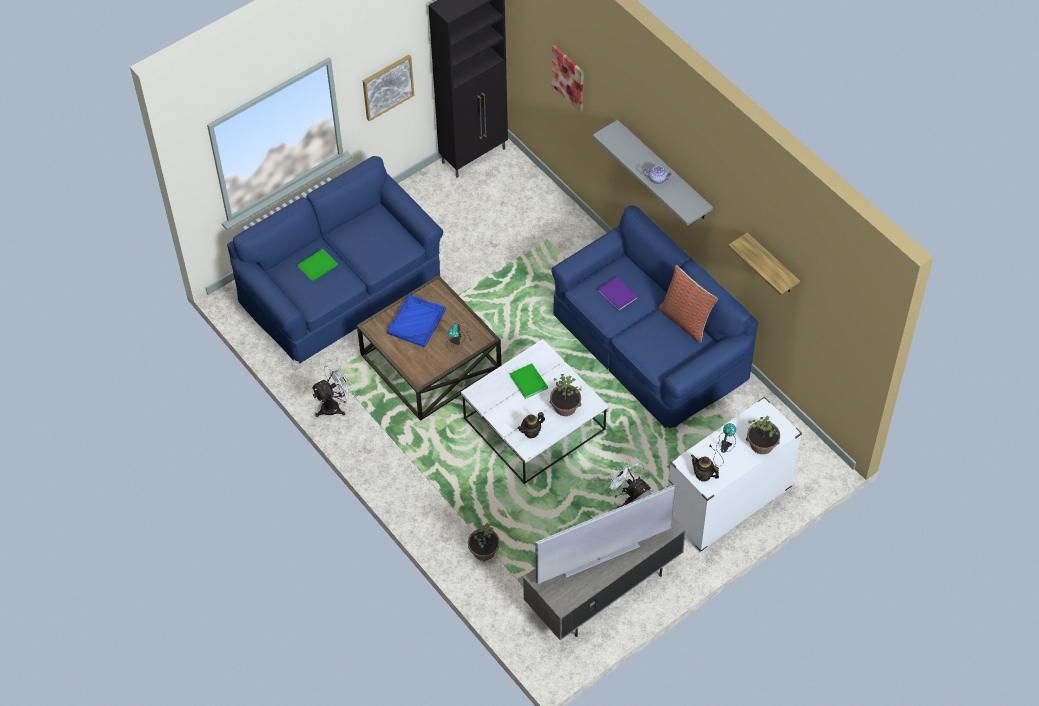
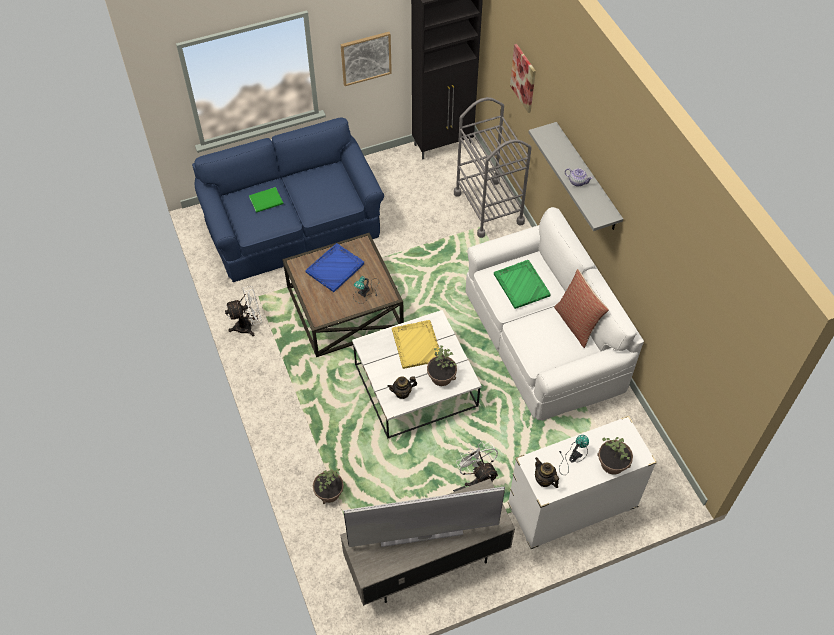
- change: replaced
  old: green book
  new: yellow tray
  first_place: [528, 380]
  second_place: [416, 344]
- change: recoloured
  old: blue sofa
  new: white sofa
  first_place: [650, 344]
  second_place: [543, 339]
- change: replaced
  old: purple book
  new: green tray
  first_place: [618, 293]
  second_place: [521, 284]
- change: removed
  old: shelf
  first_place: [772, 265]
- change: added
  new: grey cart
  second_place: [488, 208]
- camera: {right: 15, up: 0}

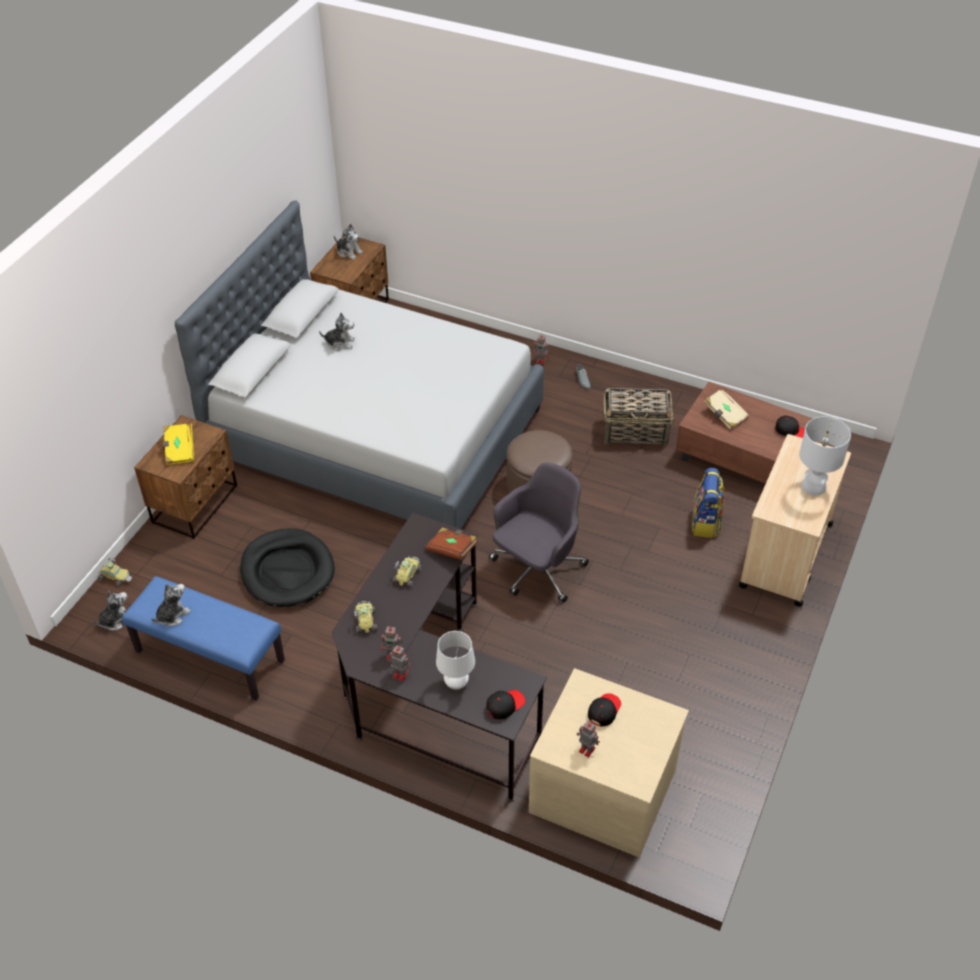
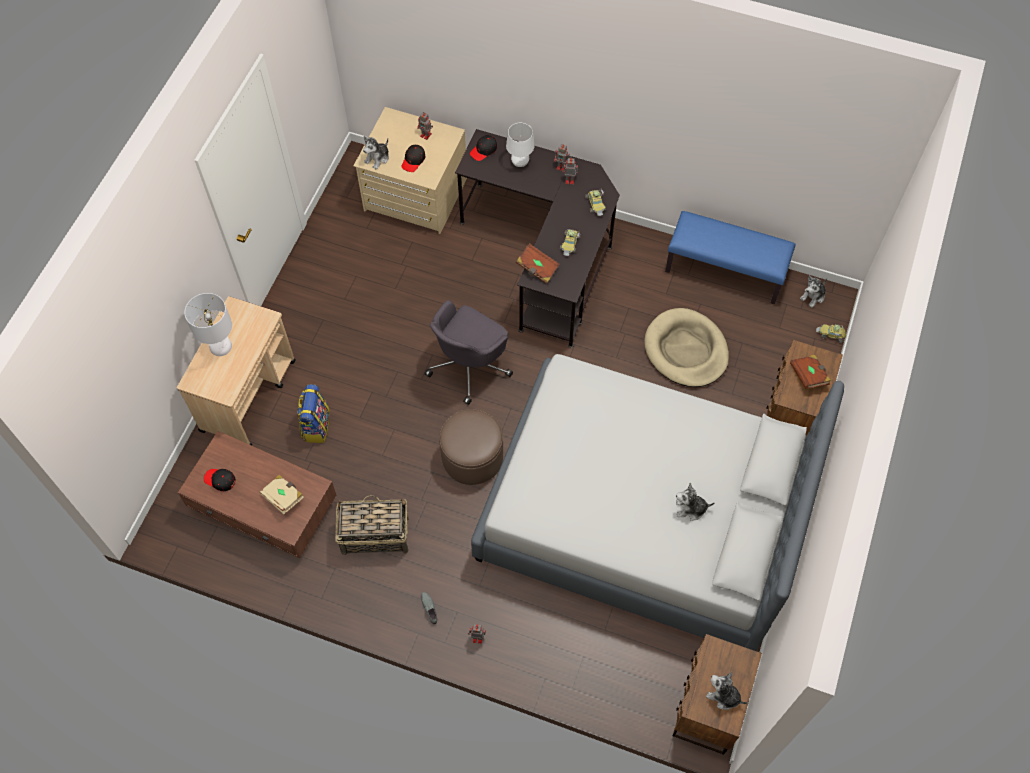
- change: moved
  old: plush toy
  first_place: [172, 615]
  second_place: [378, 158]
- change: recoloured
  old: yellow book
  new: brown book
  first_place: [179, 450]
  second_place: [809, 376]
- change: recoloured
  old: black dog bed
  new: beige dog bed
  first_place: [287, 571]
  second_place: [686, 350]
- camera: {right: 175, up: 15}

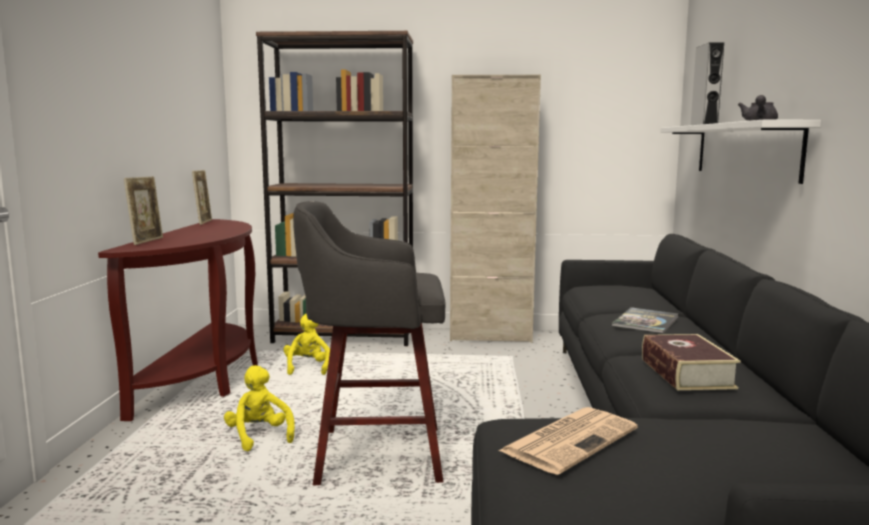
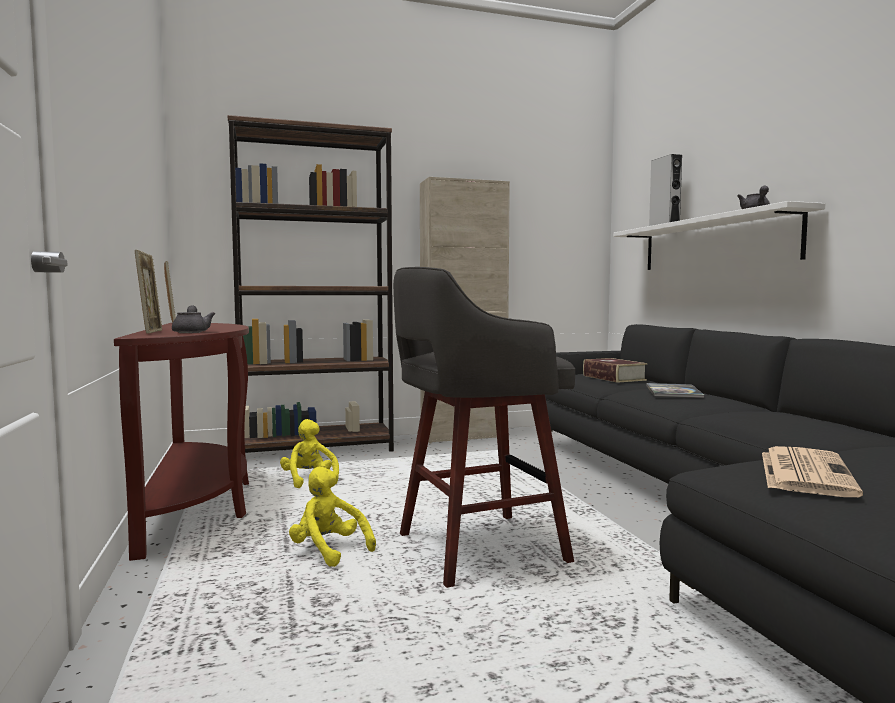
- change: moved
  old: book
  first_place: [686, 373]
  second_place: [613, 378]
- change: added
  new: grey teapot
  second_place: [191, 332]
- camera: {right: -20, up: -5}

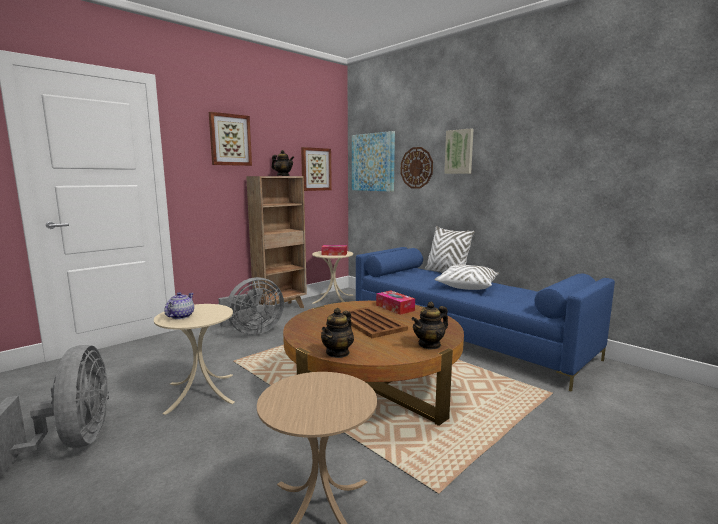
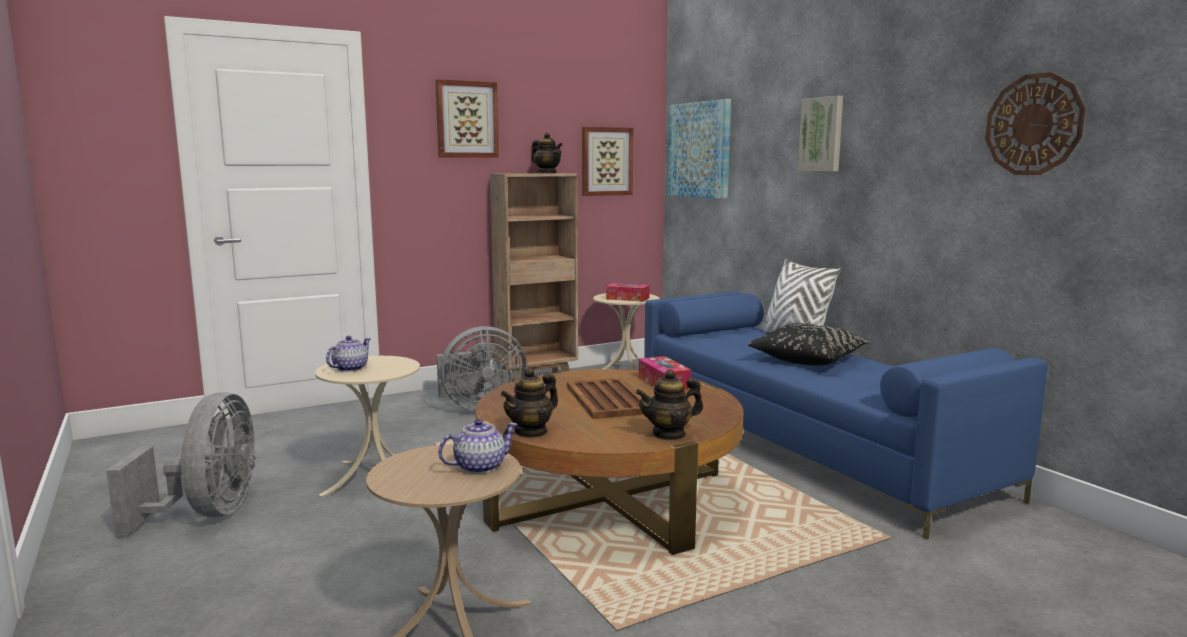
- change: moved
  old: wall clock
  first_place: [416, 168]
  second_place: [1034, 124]
- change: recoloured
  old: white pillow
  new: black pillow
  first_place: [467, 286]
  second_place: [808, 359]
- change: added
  new: teapot
  second_place: [479, 467]
- camera: {right: 15, up: 0}

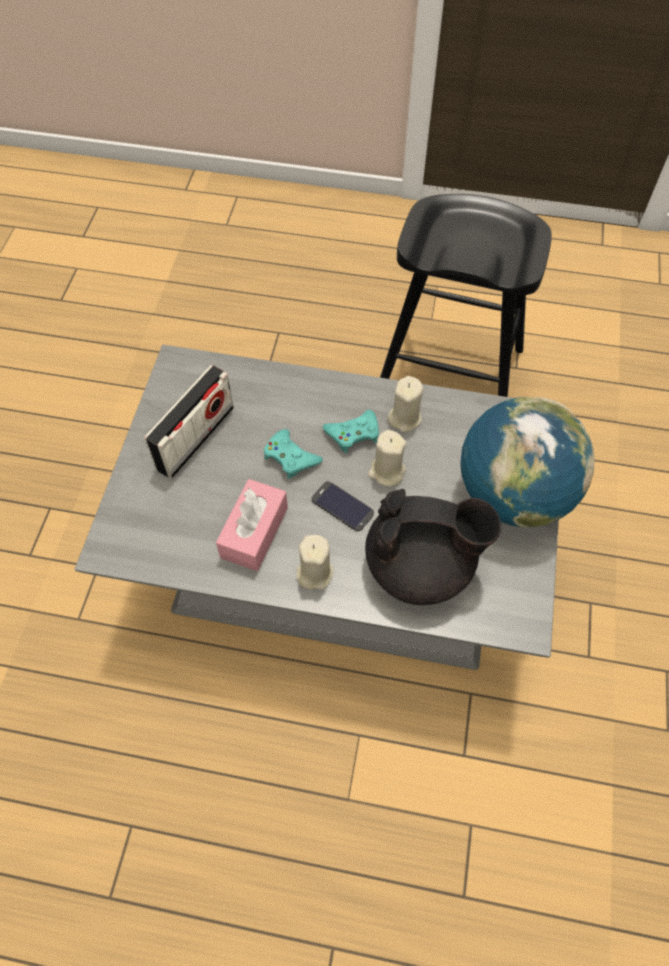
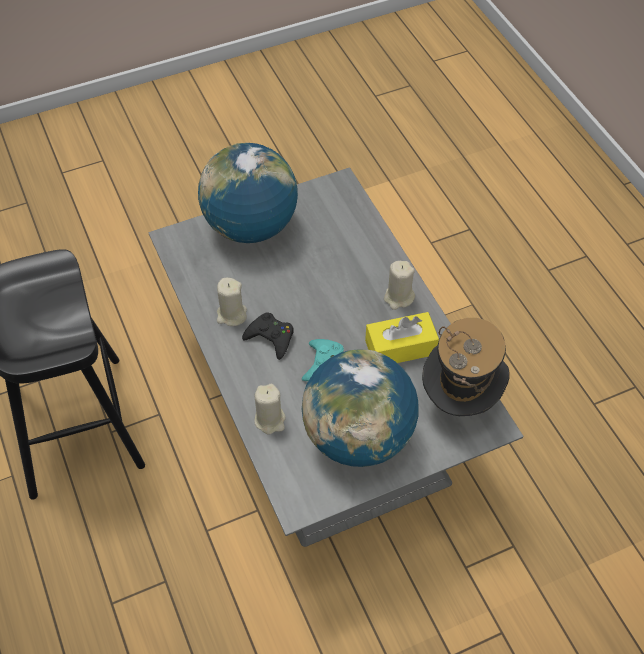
- change: replaced
  old: radio
  new: globe
  first_place: [195, 438]
  second_place: [358, 437]
- change: recoloured
  old: pink tissue box
  new: yellow tissue box
  first_place: [254, 532]
  second_place: [400, 347]
- change: removed
  old: phone
  first_place: [342, 506]
- change: recoloured
  old: turquoise game controller
  new: black game controller
  first_place: [353, 433]
  second_place: [271, 338]
- change: removed
  old: black teapot
  first_place: [421, 565]
- change: moved
  old: beige candle
  first_place: [386, 472]
  second_place: [270, 420]
- change: added
  new: hat
  second_place: [460, 401]
- camera: {right: -125, up: -5}

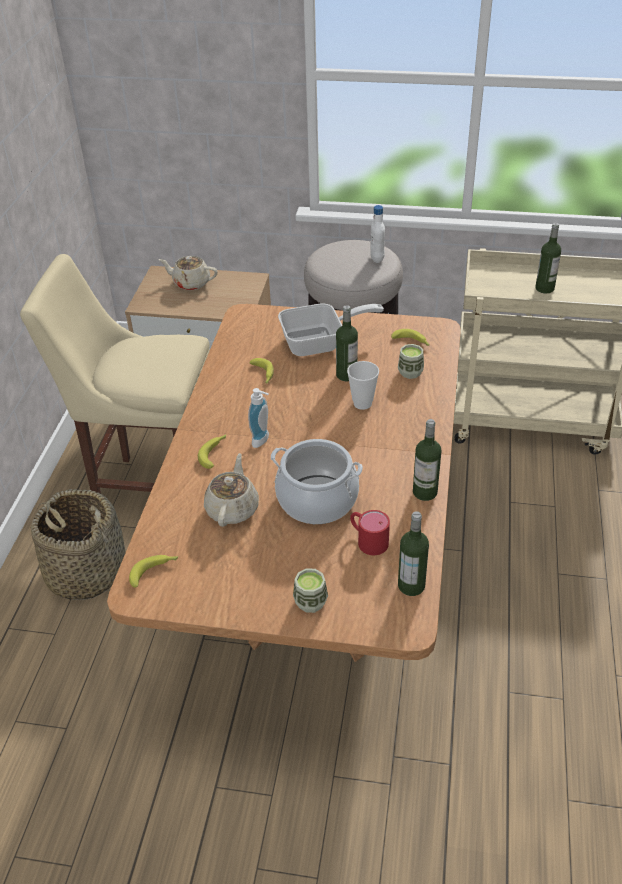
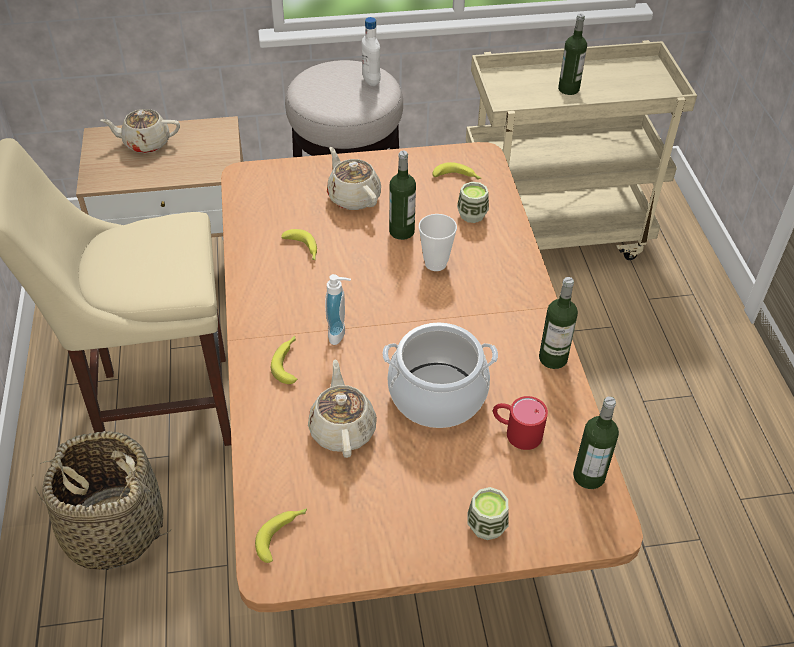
- change: replaced
  old: frying pan
  new: beige teapot
  first_place: [320, 343]
  second_place: [353, 197]
- camera: {right: -20, up: 5}

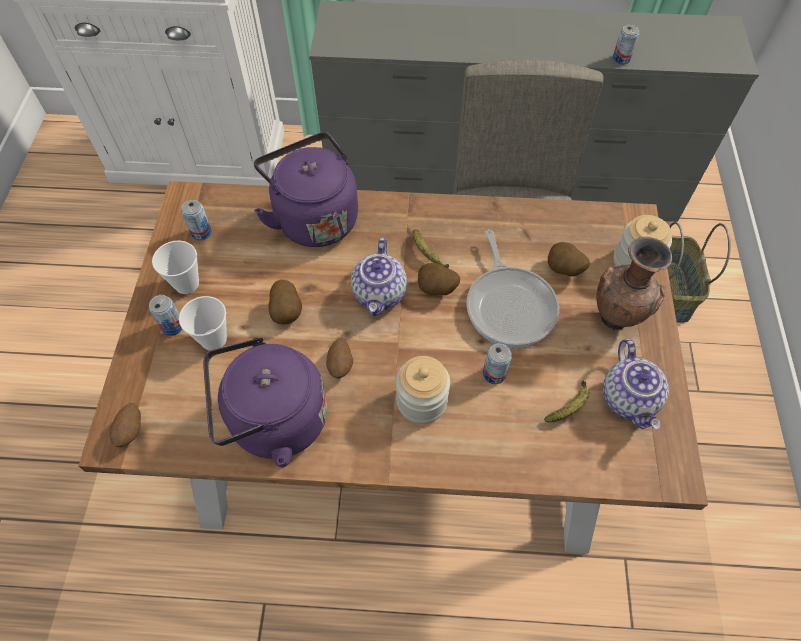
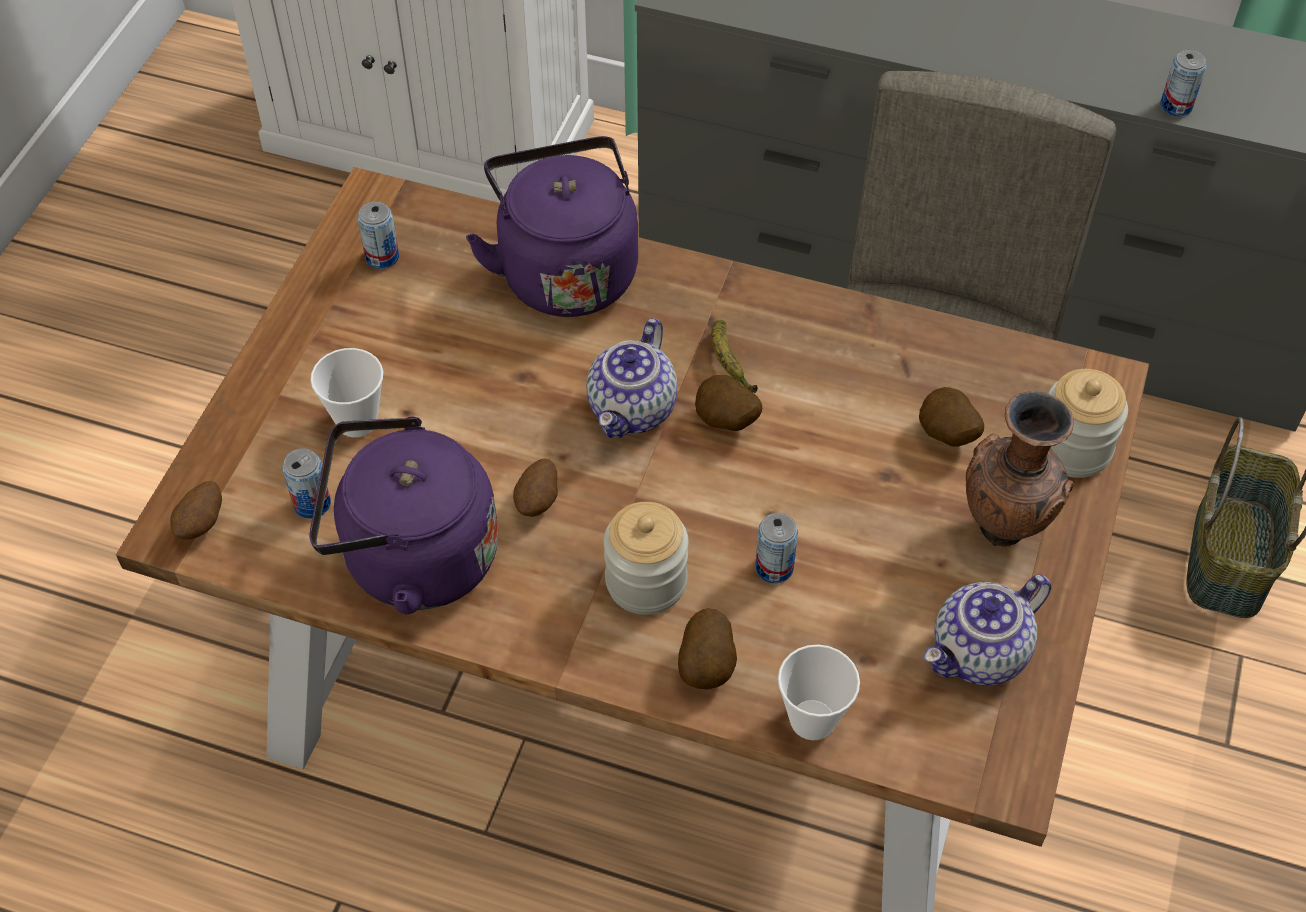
- change: moved
  old: can
  first_place: [172, 326]
  second_place: [312, 504]
- change: moved
  old: cup
  first_place: [186, 284]
  second_place: [812, 720]
- change: moved
  old: potato
  first_place: [287, 312]
  second_place: [707, 667]
- change: removed
  old: frying pan
  first_place: [509, 305]
- change: removed
  old: banana
  first_place: [569, 406]
- change: turned
  old: teapot
  first_place: [629, 399]
  second_place: [979, 654]
  degrees: 45
- camera: {right: 15, up: -5}

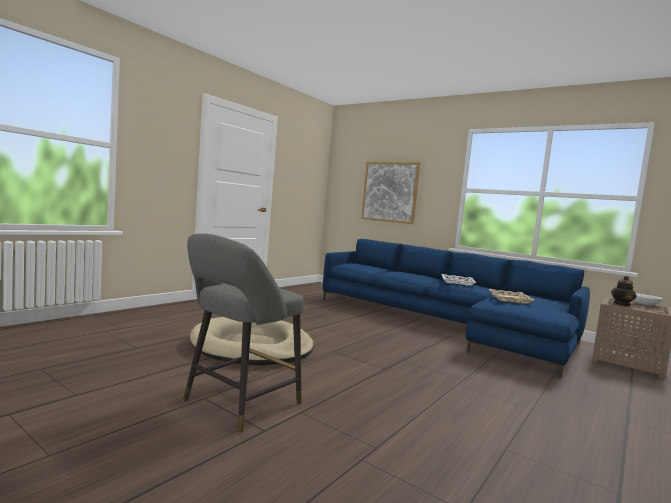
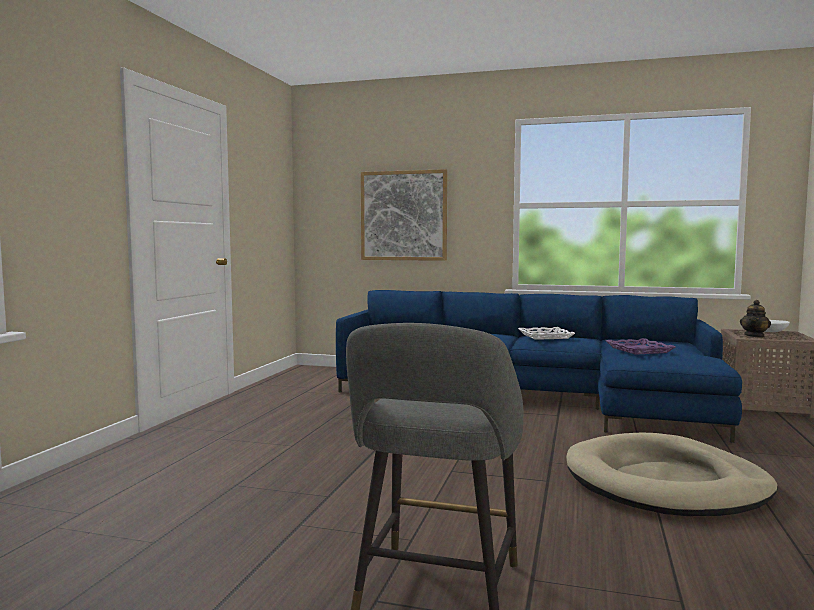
- change: moved
  old: beige dog bed
  first_place: [252, 347]
  second_place: [665, 483]
- change: recoloured
  old: beige tray
  new: purple tray
  first_place: [510, 299]
  second_place: [639, 350]
- camera: {right: -20, up: 0}

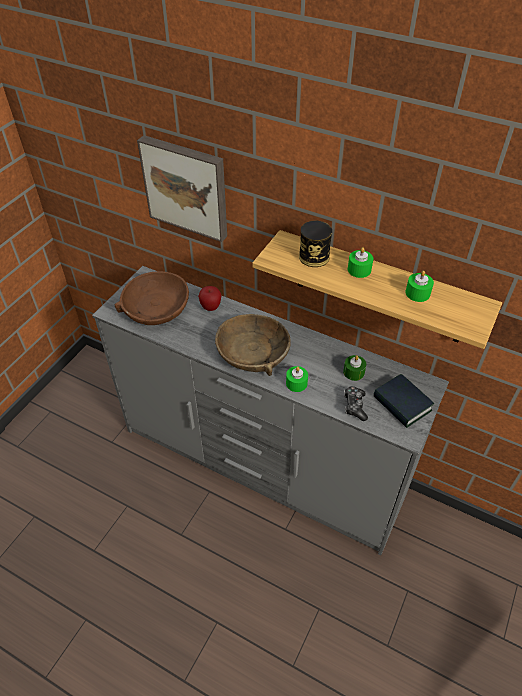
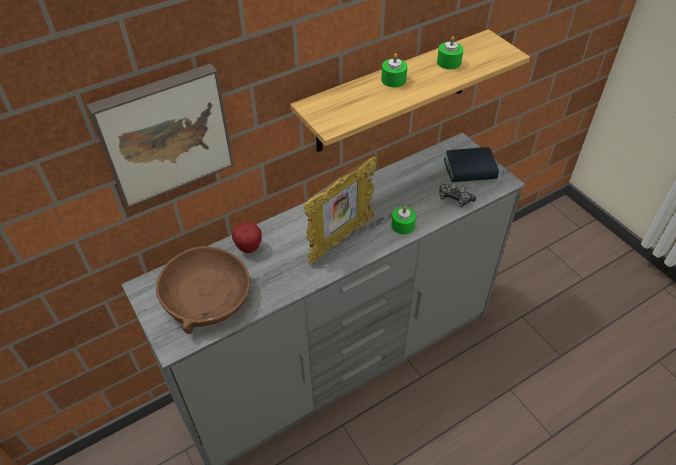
- change: replaced
  old: brown bowl
  new: picture frame
  first_place: [253, 352]
  second_place: [340, 240]
- change: removed
  old: can
  first_place: [314, 257]
- change: removed
  old: green candle
  first_place: [353, 372]
- camera: {right: -60, up: 0}

